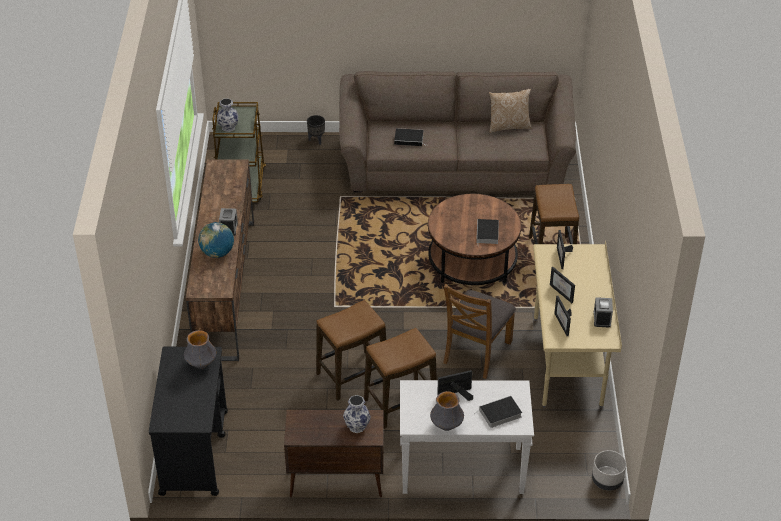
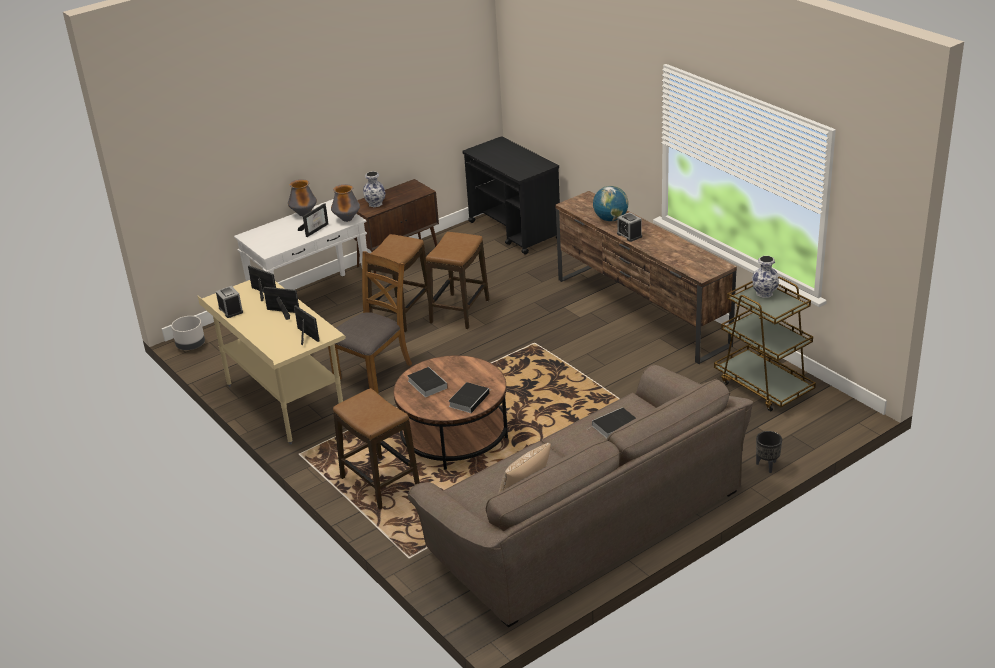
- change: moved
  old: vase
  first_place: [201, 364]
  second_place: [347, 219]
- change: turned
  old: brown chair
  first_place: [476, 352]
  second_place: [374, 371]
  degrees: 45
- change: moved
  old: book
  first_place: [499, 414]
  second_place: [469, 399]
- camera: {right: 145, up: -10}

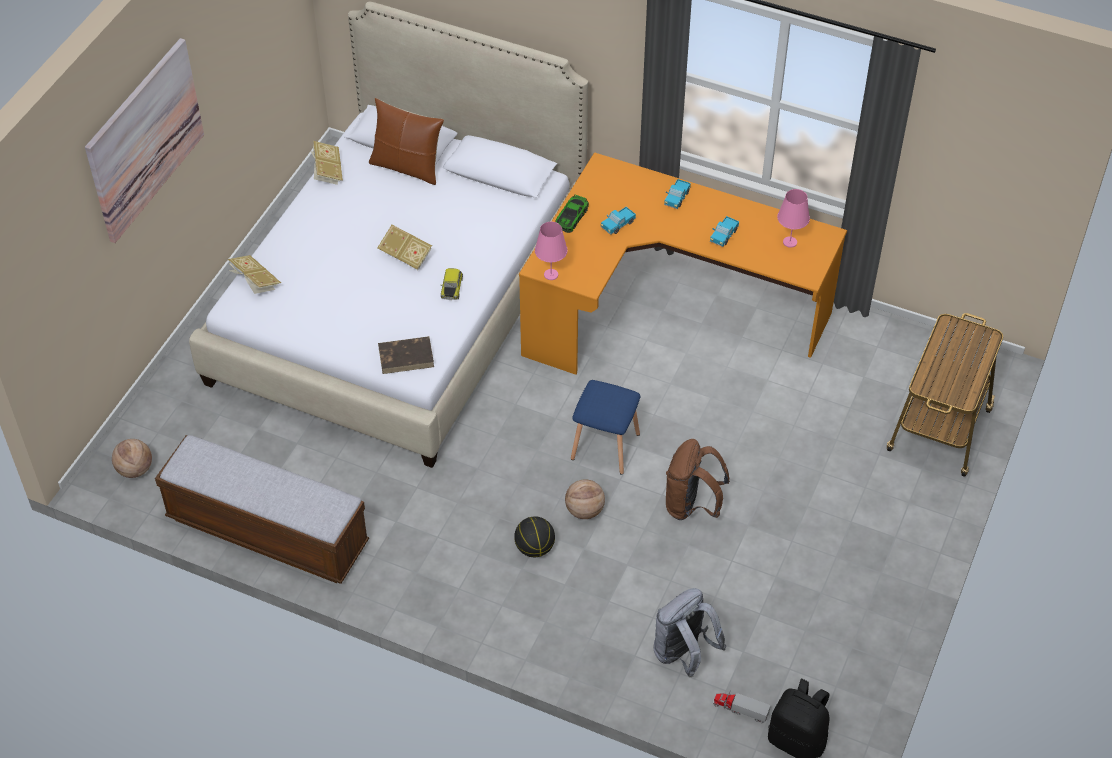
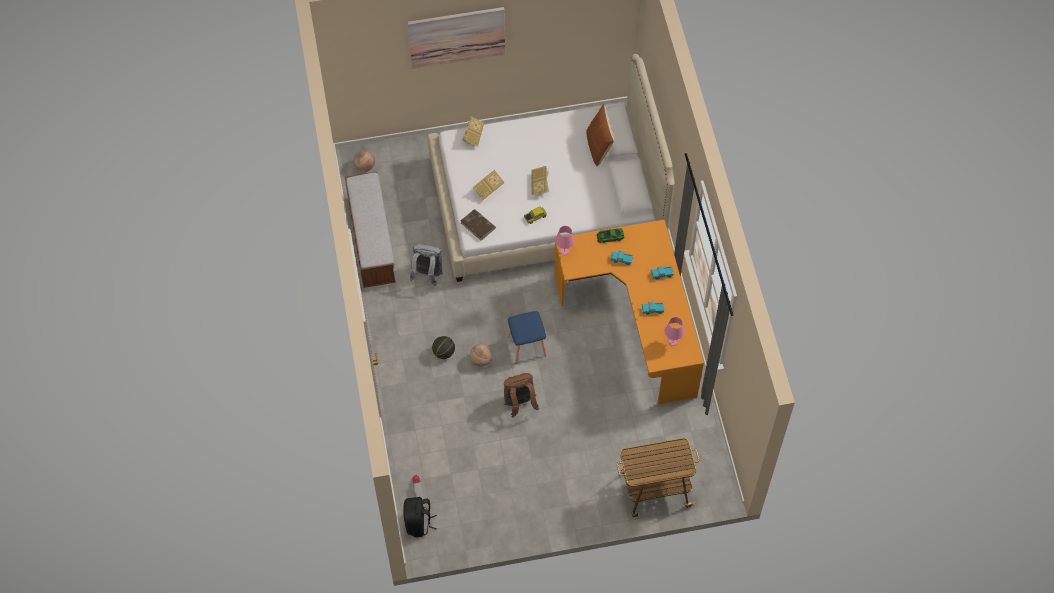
- change: moved
  old: book
  first_place: [327, 171]
  second_place: [488, 189]
- change: moved
  old: grey backpack
  first_place: [683, 654]
  second_place: [427, 275]
- camera: {right: 55, up: 10}

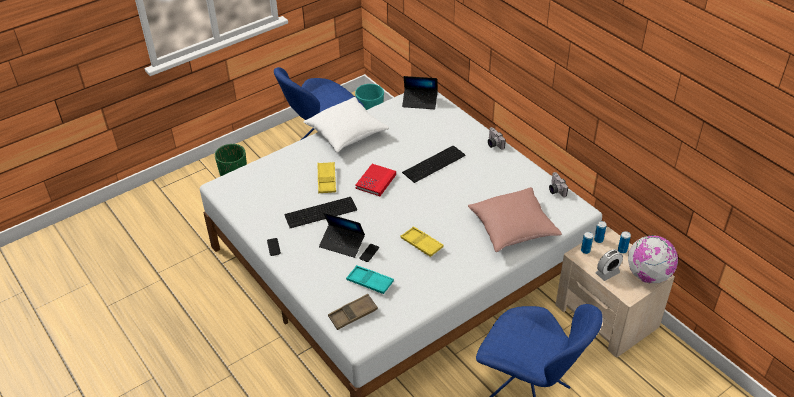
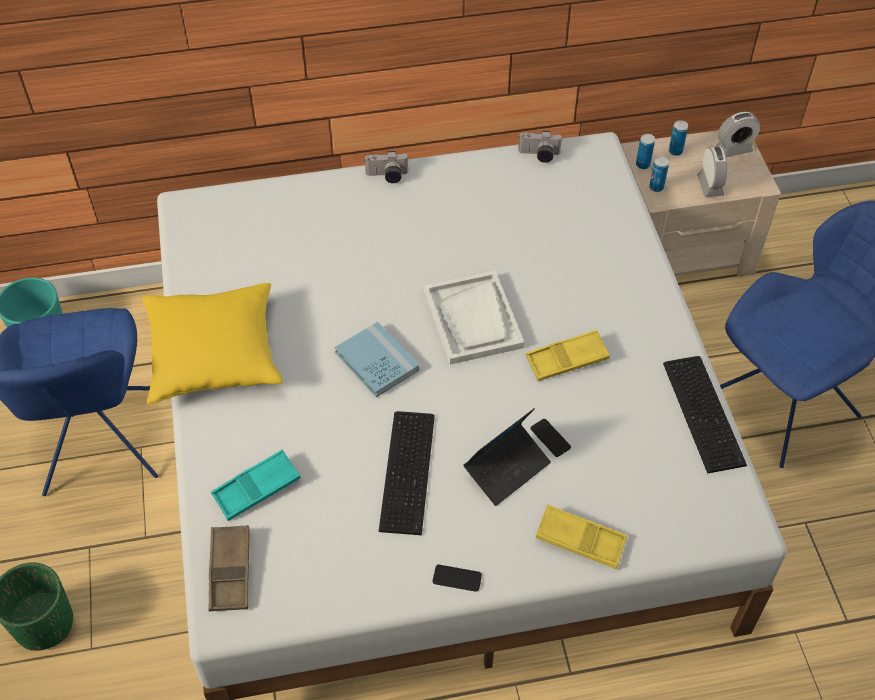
- change: recoloured
  old: white pillow
  new: yellow pillow
  first_place: [346, 133]
  second_place: [214, 354]
- change: moved
  old: yellow tray
  first_place: [326, 180]
  second_place: [580, 540]
- change: moved
  old: brown tray
  first_place: [353, 314]
  second_place: [230, 571]
- change: moved
  old: turquoise tray
  first_place: [370, 282]
  second_place: [256, 489]
- change: recoloured
  old: red book
  new: blue book
  first_place: [376, 181]
  second_place: [377, 361]
- change: removed
  old: laptop
  first_place: [420, 102]
- change: moved
  old: keyboard
  first_place: [435, 164]
  second_place: [705, 411]
- change: removed
  old: pink pillow
  first_place: [513, 228]
- change: replaced
  old: globe
  new: alarm clock
  first_place: [648, 275]
  second_place: [734, 149]
- change: added
  new: white tray
  second_place: [473, 319]
- camera: {right: -65, up: 10}

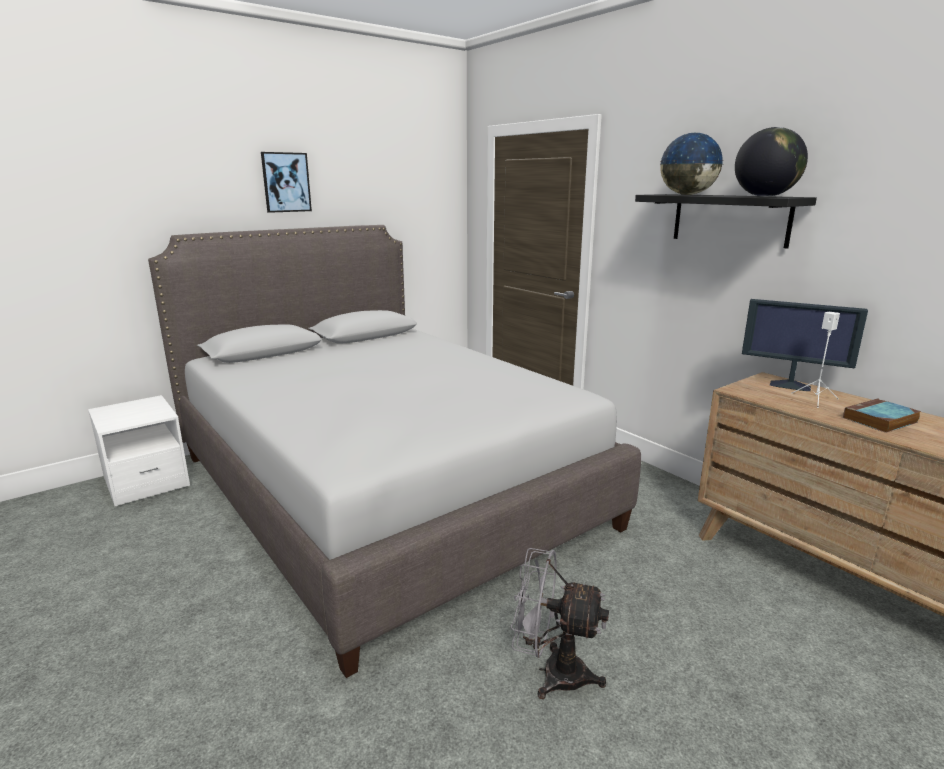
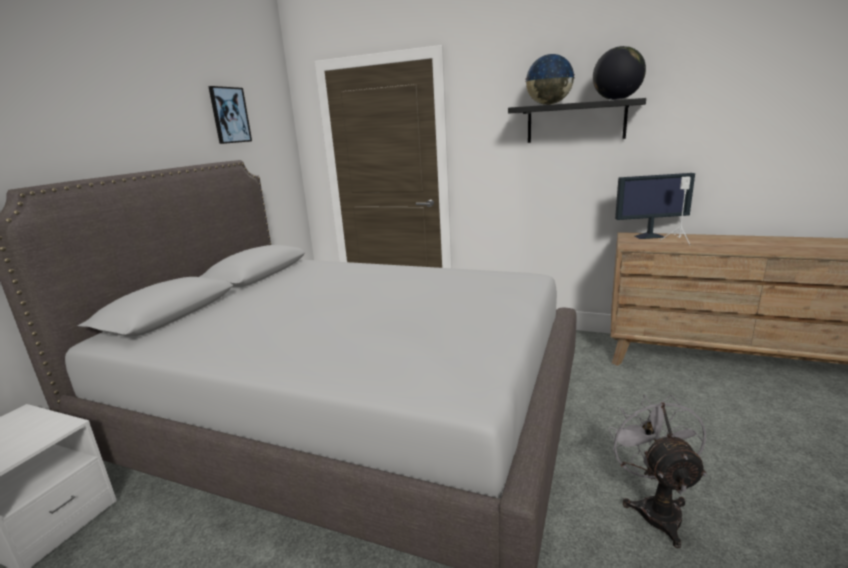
- change: moved
  old: picture
  first_place: [286, 182]
  second_place: [229, 115]
- change: turned
  old: grey fan
  first_place: [552, 673]
  second_place: [655, 508]
  degrees: 105
- change: removed
  old: book
  first_place: [879, 420]
- camera: {right: -30, up: 0}

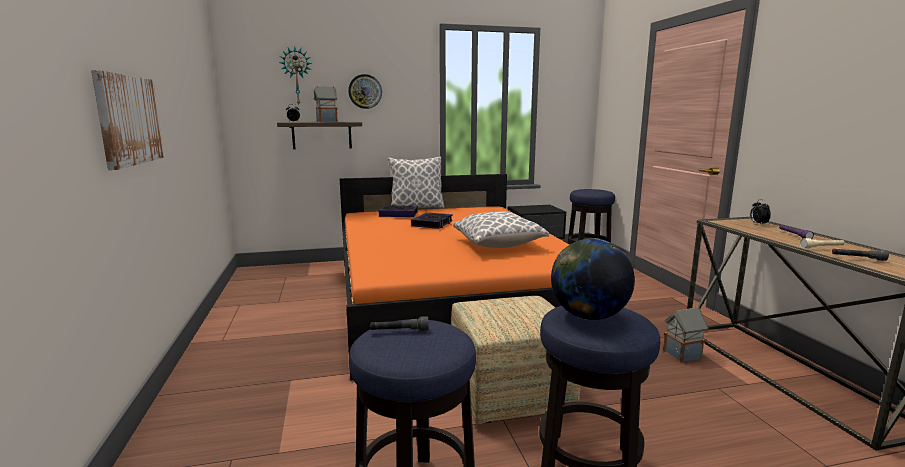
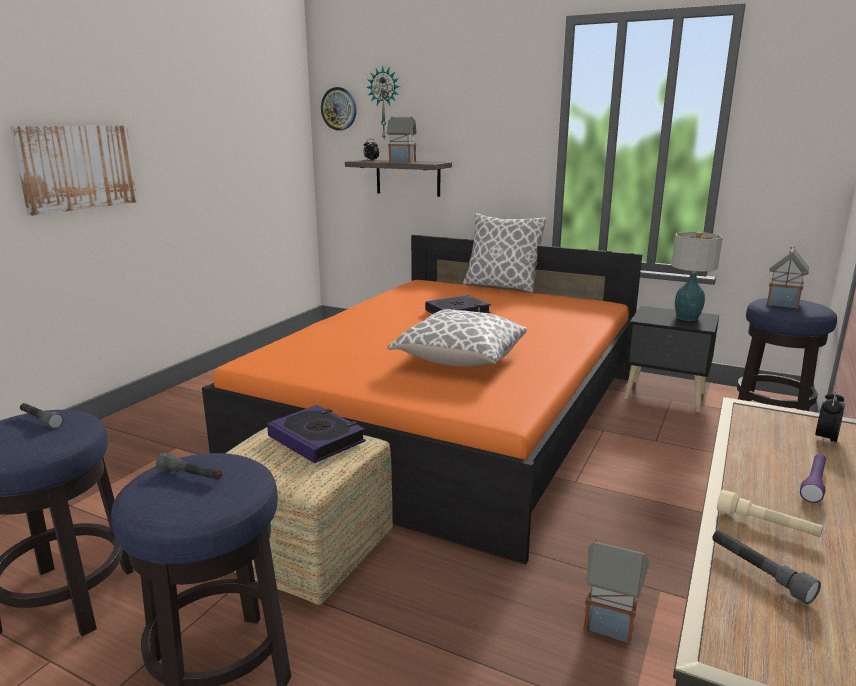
- change: moved
  old: wall clock
  first_place: [365, 91]
  second_place: [339, 109]
- change: moved
  old: book
  first_place: [398, 214]
  second_place: [316, 439]
- change: replaced
  old: globe
  new: grey flashlight
  first_place: [588, 316]
  second_place: [191, 476]
- change: added
  new: table lamp
  second_place: [686, 318]
- change: added
  new: toy house
  second_place: [782, 303]
- camera: {right: 40, up: 5}

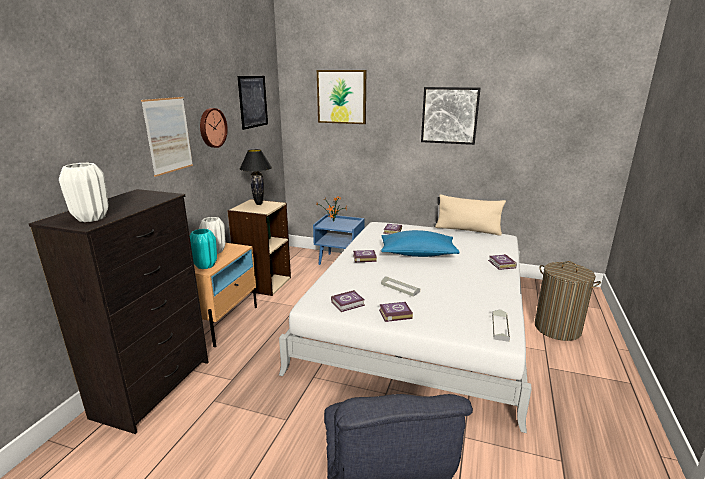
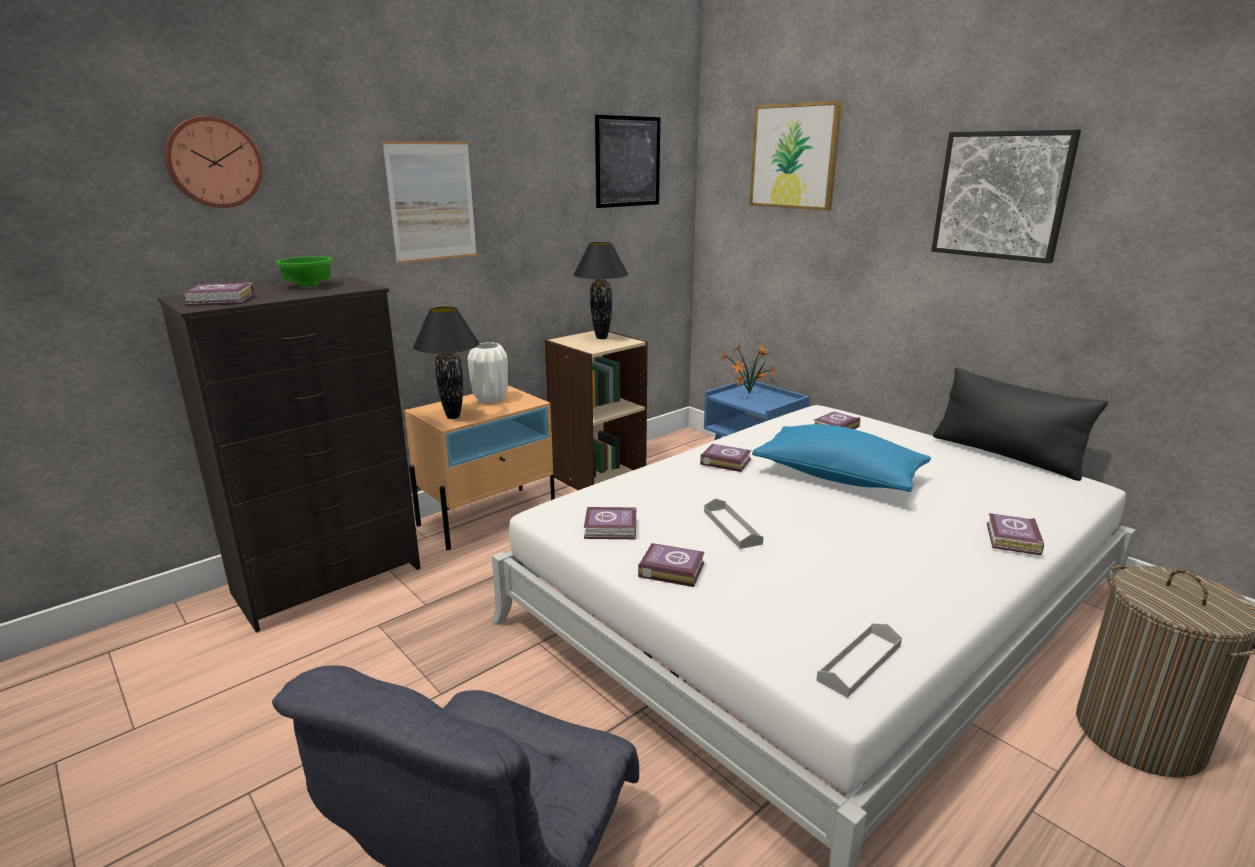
- change: replaced
  old: white vase
  new: book
  first_place: [92, 218]
  second_place: [222, 300]
- change: replaced
  old: turquoise vase
  new: black table lamp
  first_place: [205, 265]
  second_place: [453, 416]
- change: moved
  old: wall clock
  first_place: [212, 128]
  second_place: [213, 162]
- change: recoloured
  old: beige pillow
  new: black pillow
  first_place: [468, 230]
  second_place: [1005, 455]
- change: added
  new: green bowl
  second_place: [306, 286]
- camera: {right: 30, up: 0}

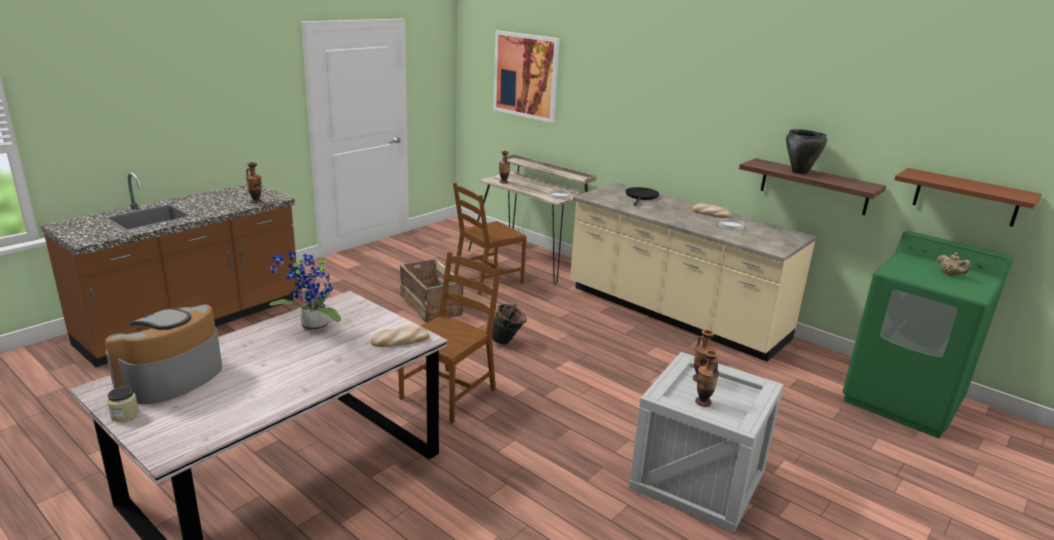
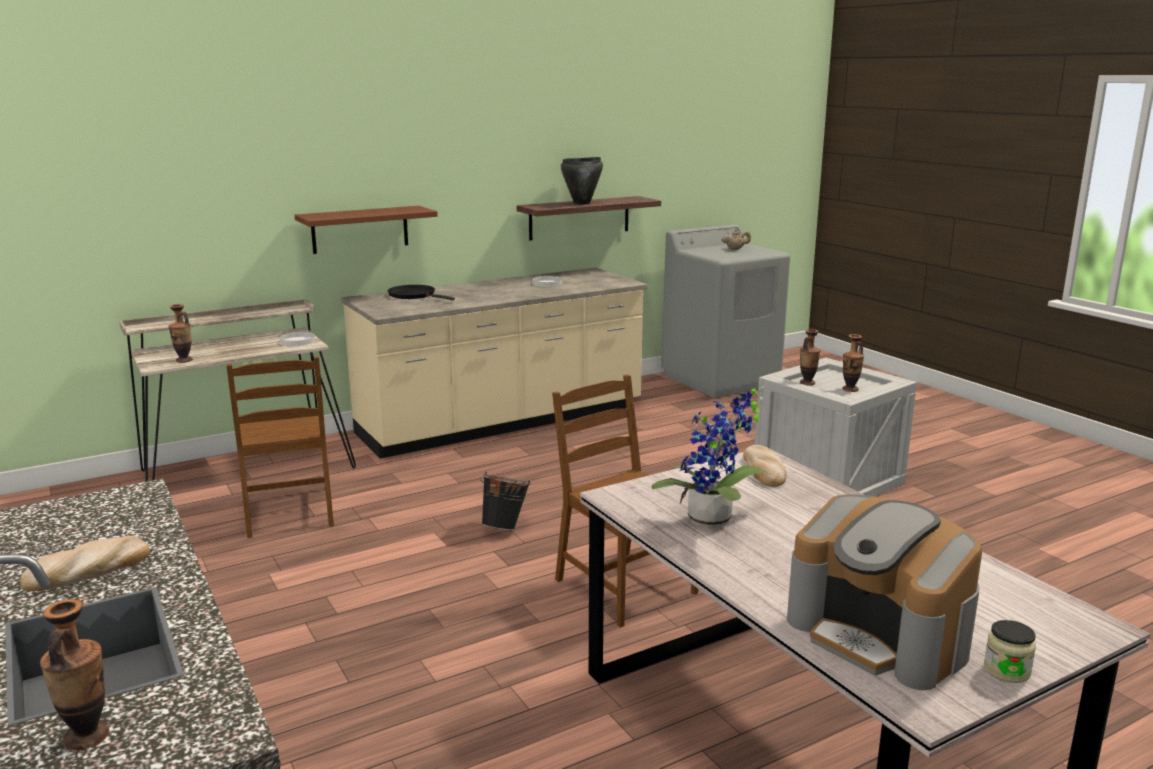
- change: moved
  old: vase
  first_place: [256, 202]
  second_place: [86, 736]
- change: removed
  old: crate
  first_place: [431, 306]
- change: removed
  old: picture
  first_place: [526, 76]
- change: moved
  old: bread
  first_place: [710, 213]
  second_place: [88, 570]
- change: recoloured
  old: green washing machine
  new: grey washing machine
  first_place: [903, 400]
  second_place: [721, 379]
- change: moved
  old: brown shelf
  first_place: [966, 197]
  second_place: [360, 229]
- camera: {right: -70, up: -5}

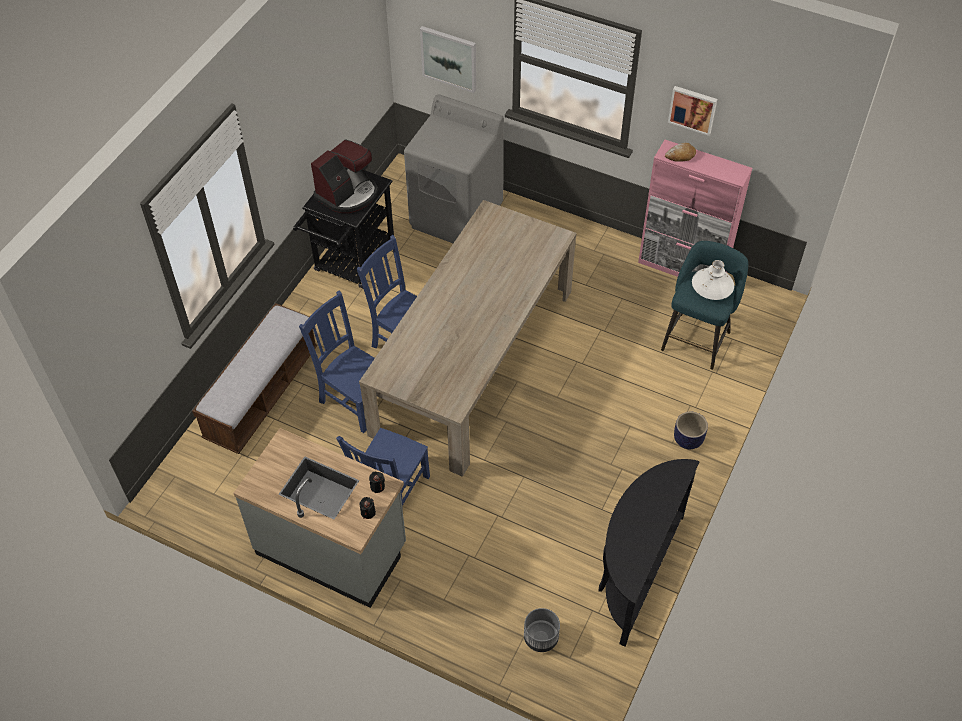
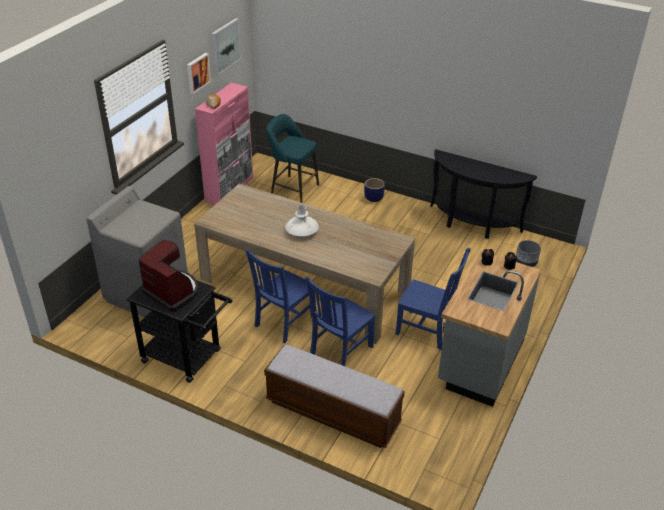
- change: moved
  old: picture
  first_place: [449, 58]
  second_place: [225, 46]
- change: moved
  old: white vase
  first_place: [711, 289]
  second_place: [302, 231]
- camera: {right: -90, up: -15}

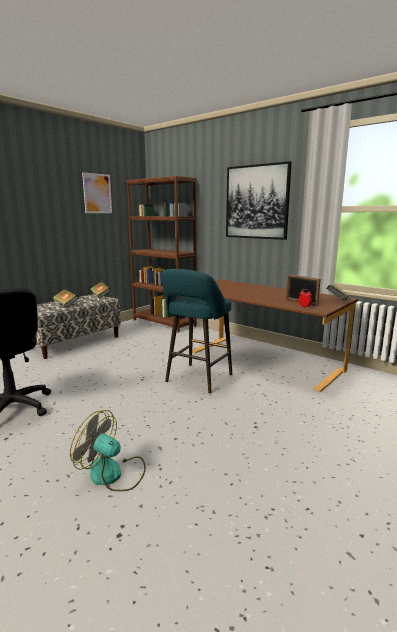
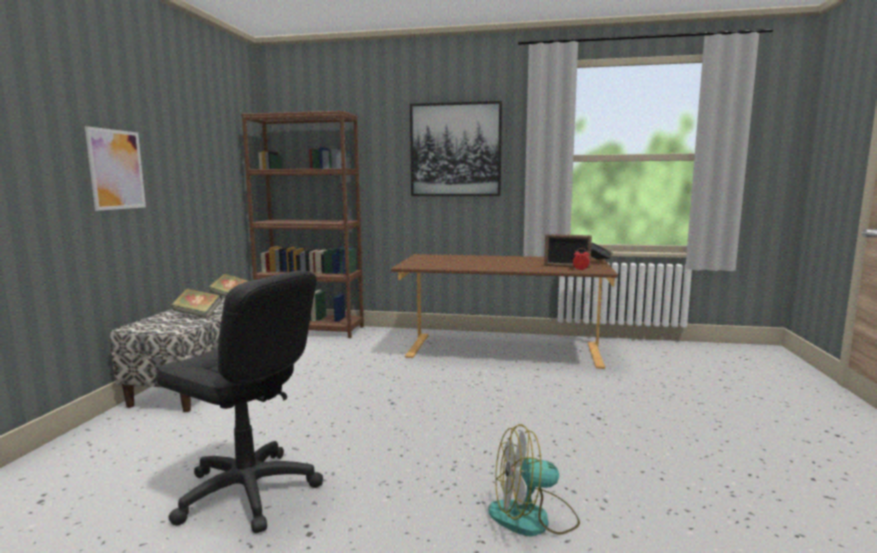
- change: moved
  old: picture
  first_place: [97, 193]
  second_place: [116, 169]
- change: removed
  old: turquoise stool
  first_place: [197, 379]
- camera: {right: -30, up: -5}

